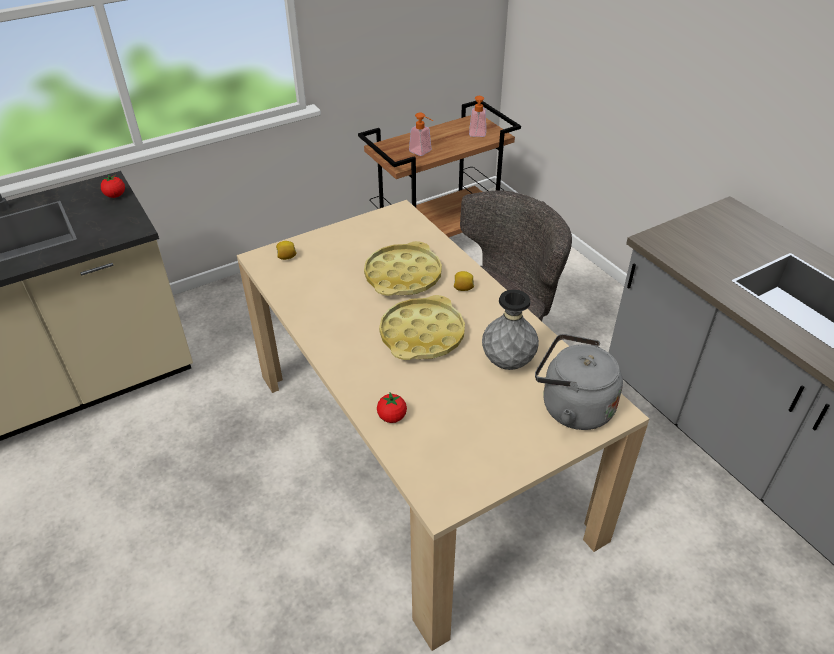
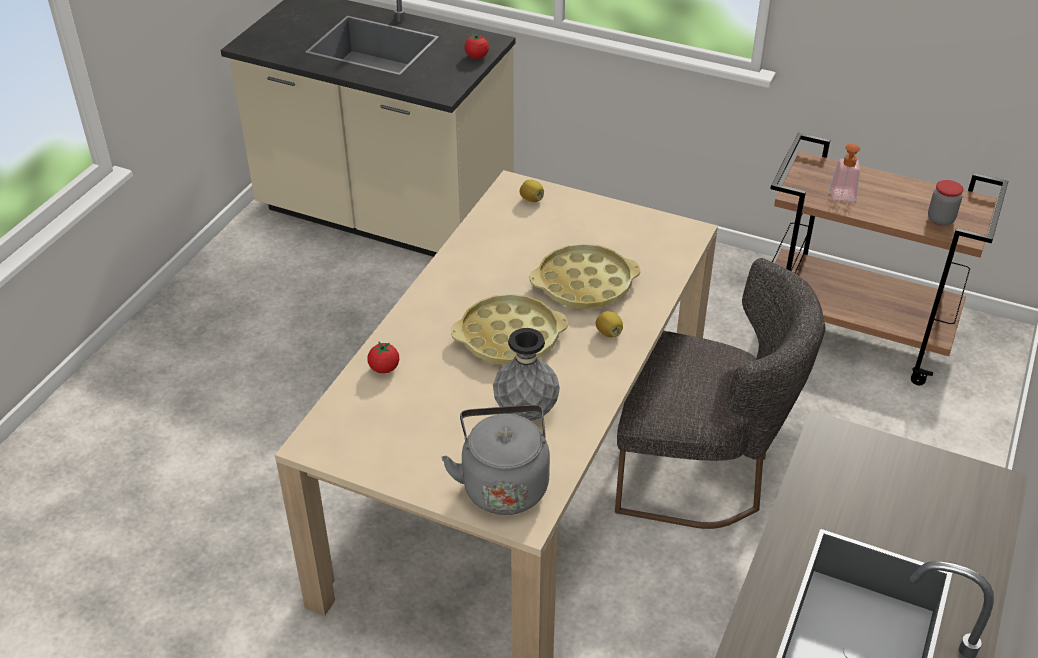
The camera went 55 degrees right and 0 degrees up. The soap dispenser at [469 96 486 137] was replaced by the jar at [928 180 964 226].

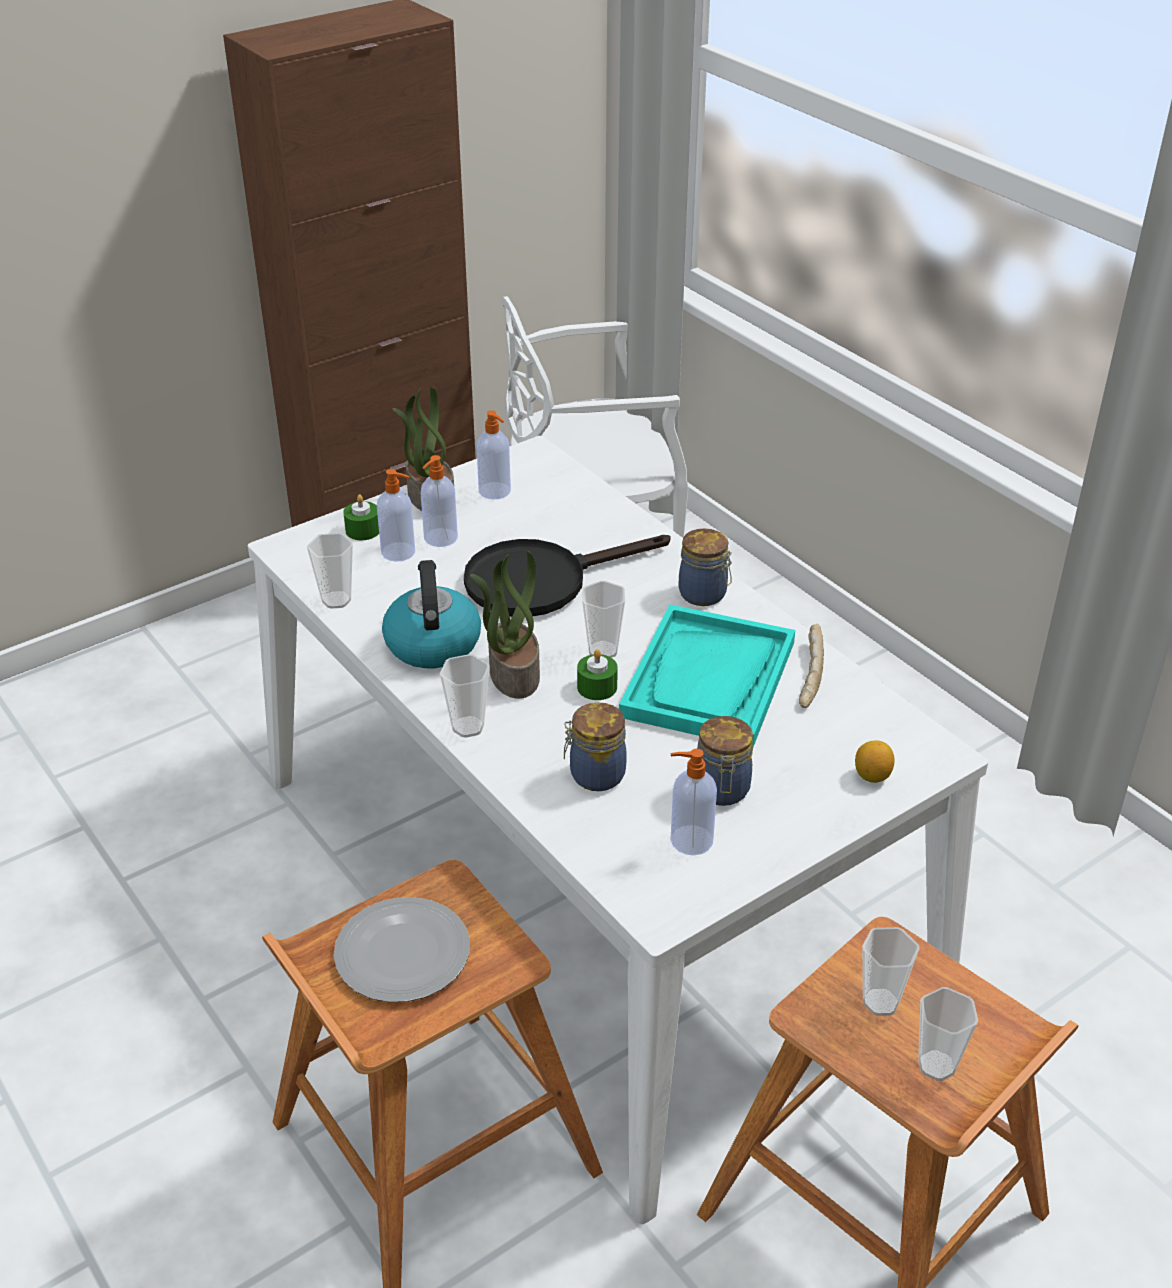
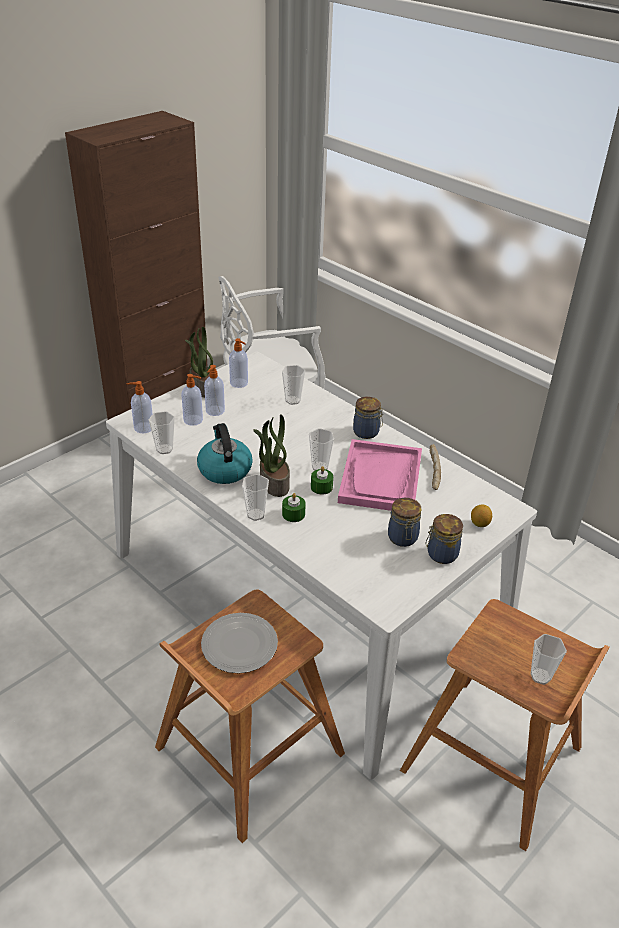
The camera went 10 degrees left and 0 degrees up. The green candle moved from [343 495 379 540] to [282 493 306 522]. The black frying pan at [464 535 670 617] disappeared. The turquoise tray at [619 604 795 747] became the pink tray at [338 439 422 511]. The jar moved from [564 702 627 791] to [426 514 463 564]. The soap dispenser moved from [670 749 717 855] to [126 381 152 433]. The cup moved from [862 927 920 1016] to [282 365 305 405].

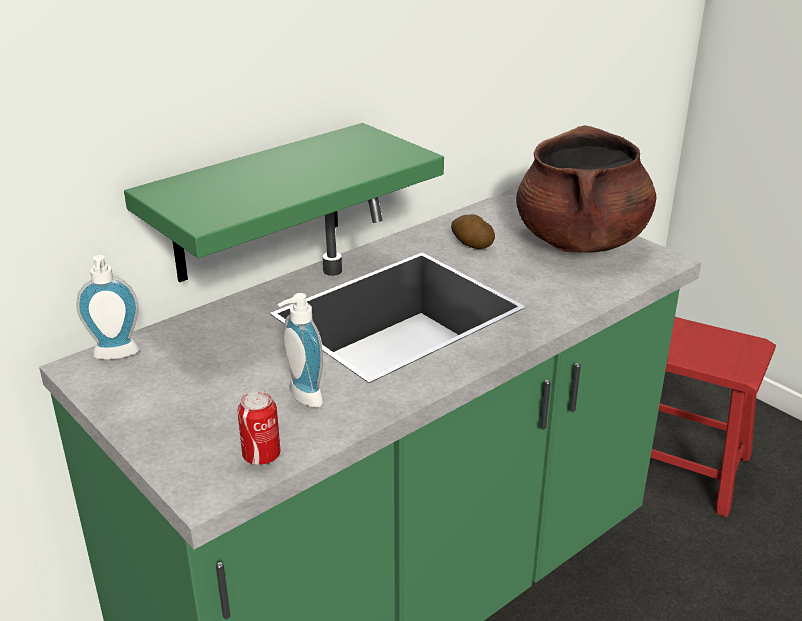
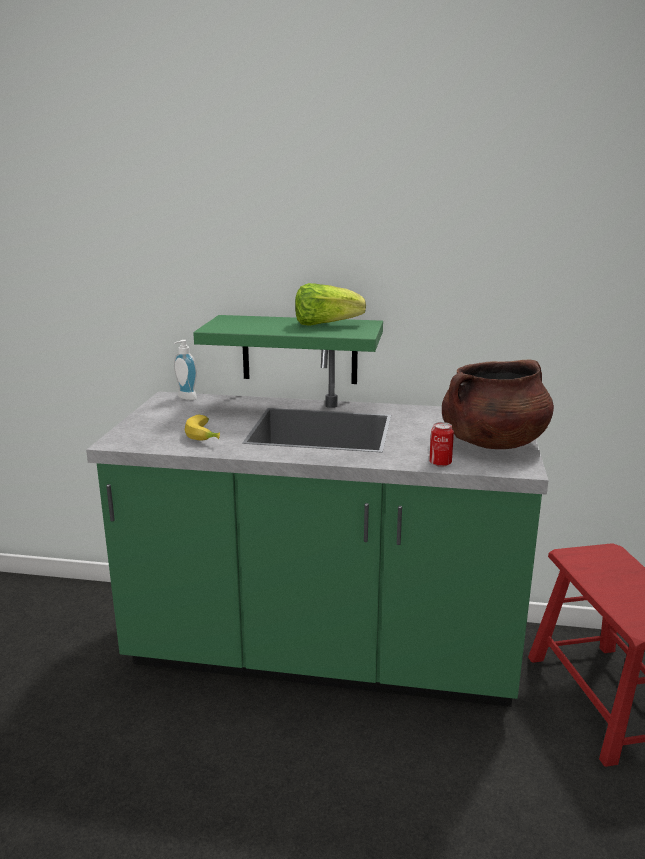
The camera went 50 degrees right and 10 degrees down. The potato at [451 214 495 249] disappeared. The soap dispenser at [278 293 323 407] was replaced by the banana at [185 415 220 440]. The can moved from [238 390 280 465] to [429 422 454 467]. The lettuce at [295 283 366 326] appeared.

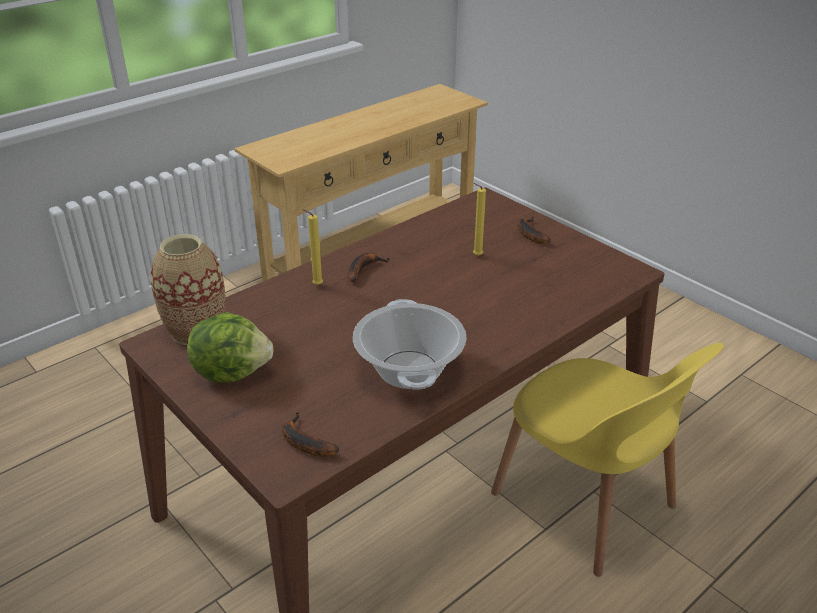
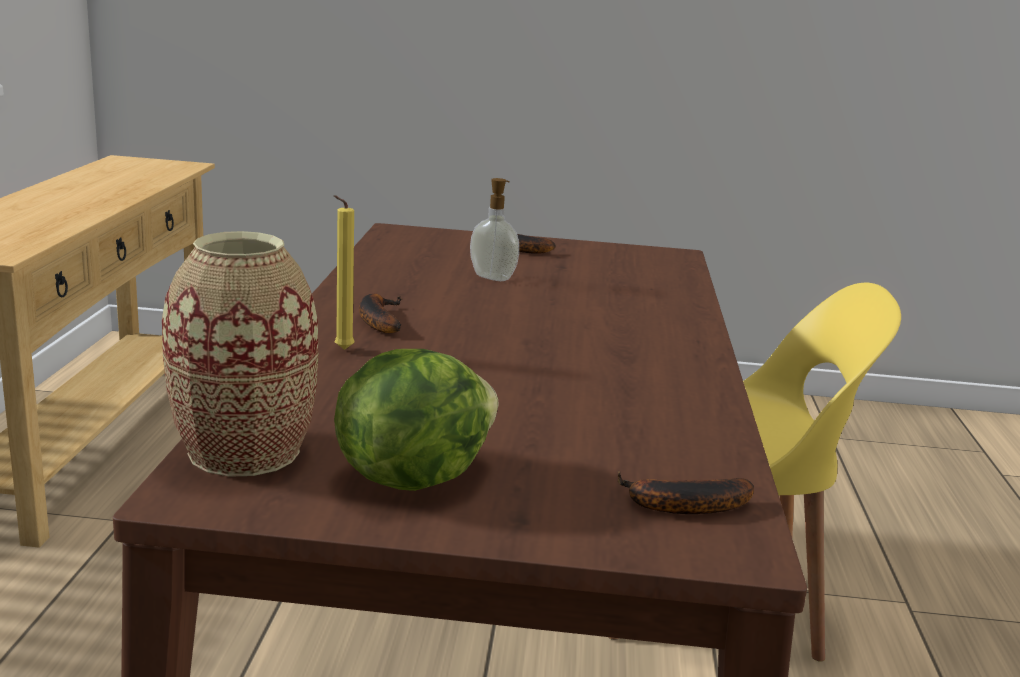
The camera went 45 degrees left and 15 degrees down. The yellow candle at [473 183 486 256] was replaced by the soap dispenser at [470 178 519 281]. The cooking pot at [353 299 467 390] disappeared.

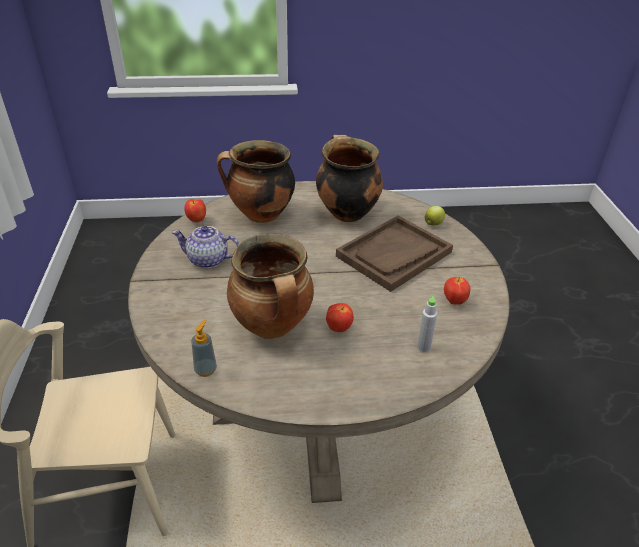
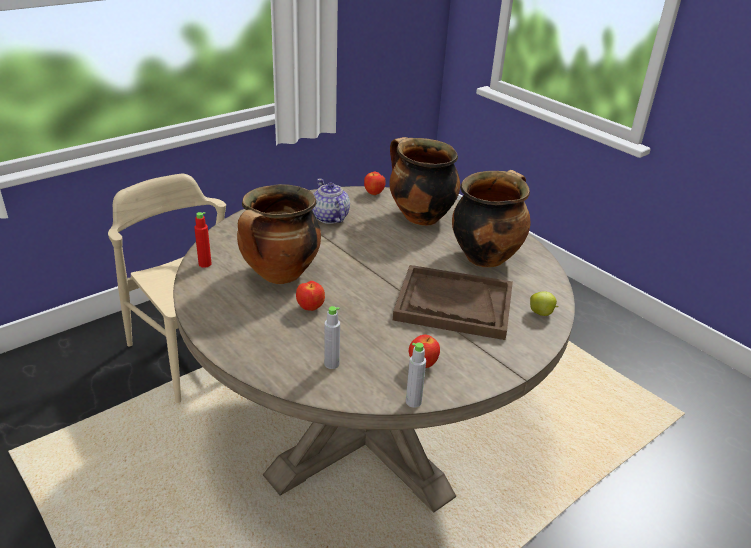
The camera went 55 degrees right and 5 degrees down. The soap dispenser at [191 320 217 377] was replaced by the red bottle at [194 212 212 268]. The grey bottle at [406 343 426 408] appeared.

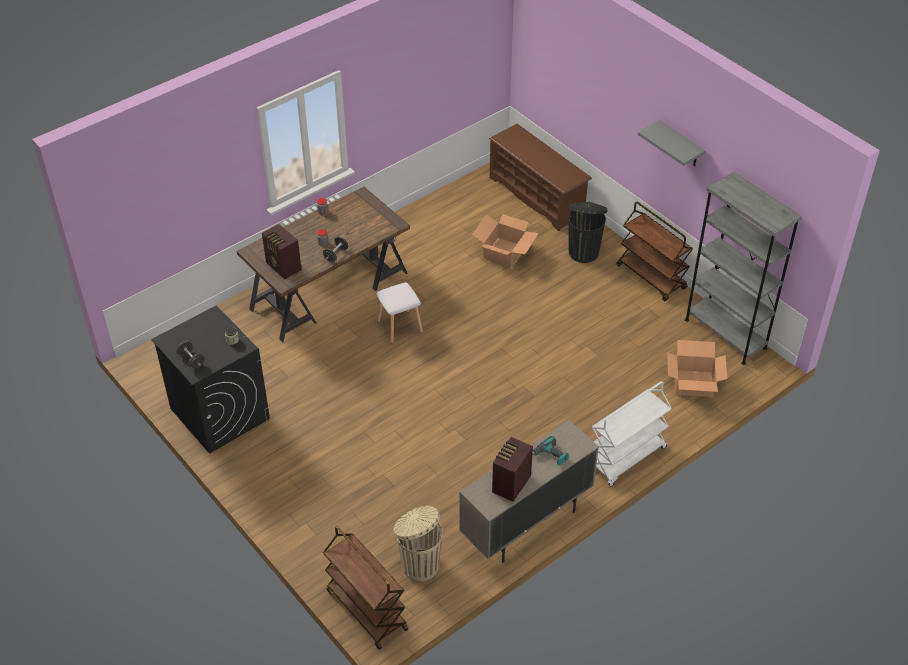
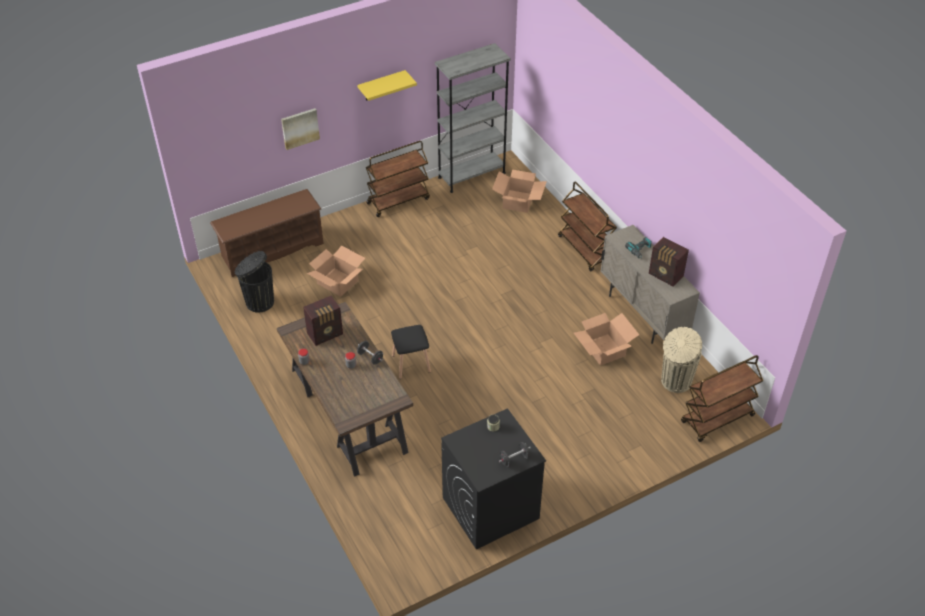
The camera went 80 degrees left and 0 degrees up. The grey shelf at [638 120 705 166] became the yellow shelf at [357 70 417 101]. The black trash can moved from [568 202 608 263] to [235 251 274 313]. The radio moved from [262 224 302 279] to [303 296 343 346]. The white stool at [377 283 423 344] became the black stool at [391 325 431 379]. The white cart at [592 381 672 487] became the brown cart at [558 181 617 271]. The picture at [281 108 320 150] appeared. The cardboard box at [574 313 639 366] appeared.

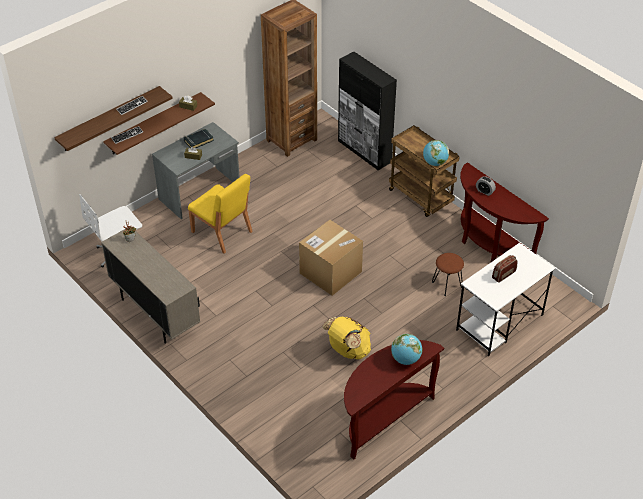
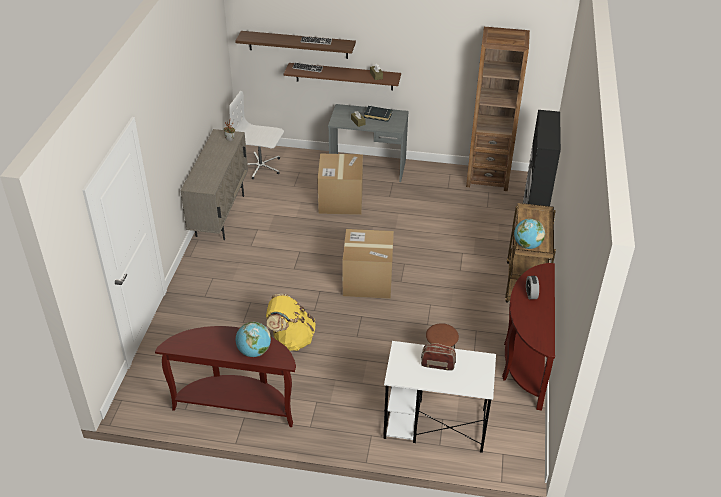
The camera went 50 degrees right and 5 degrees down. The yellow chair at [188 174 253 254] was replaced by the cardboard box at [318 154 363 215].

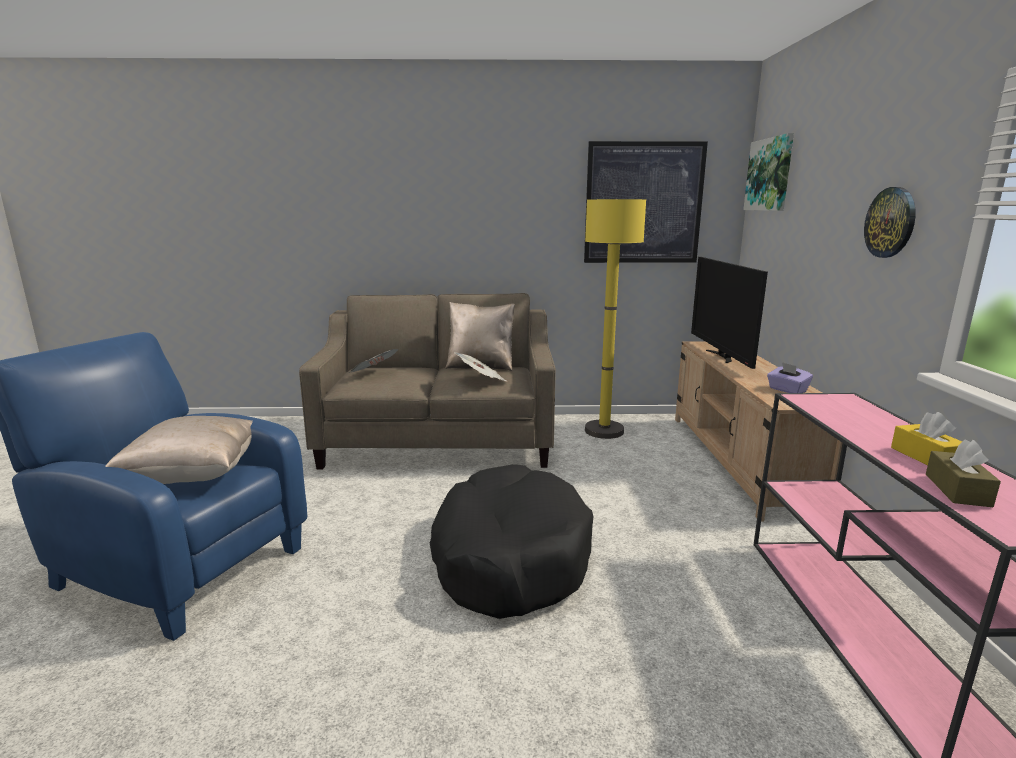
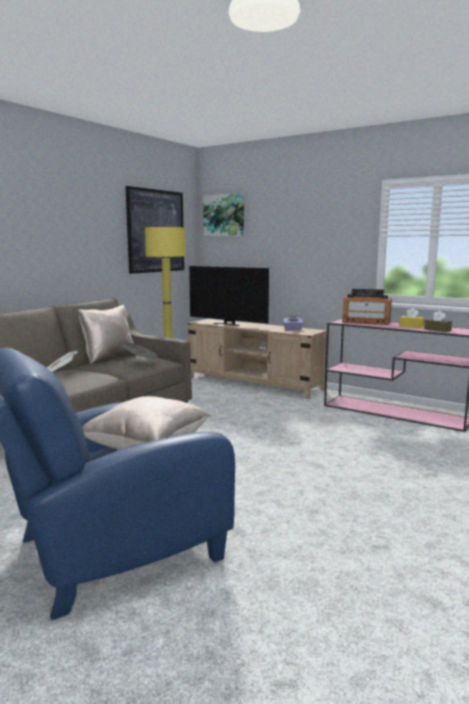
The camera went 55 degrees left and 5 degrees down. The wall clock at [864 187 916 258] disappeared. The black dog bed at [430 464 594 619] disappeared. The radio at [342 289 392 325] appeared.

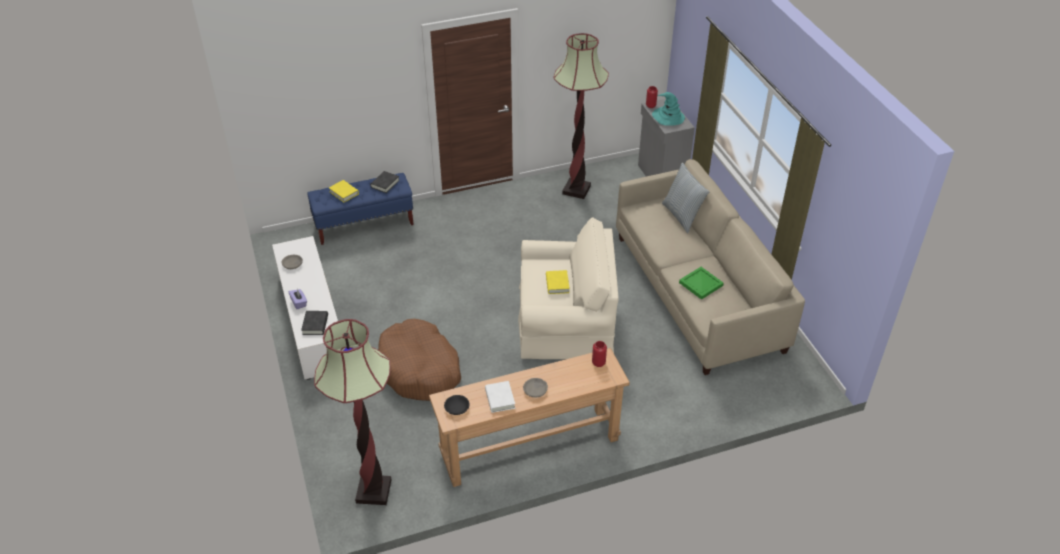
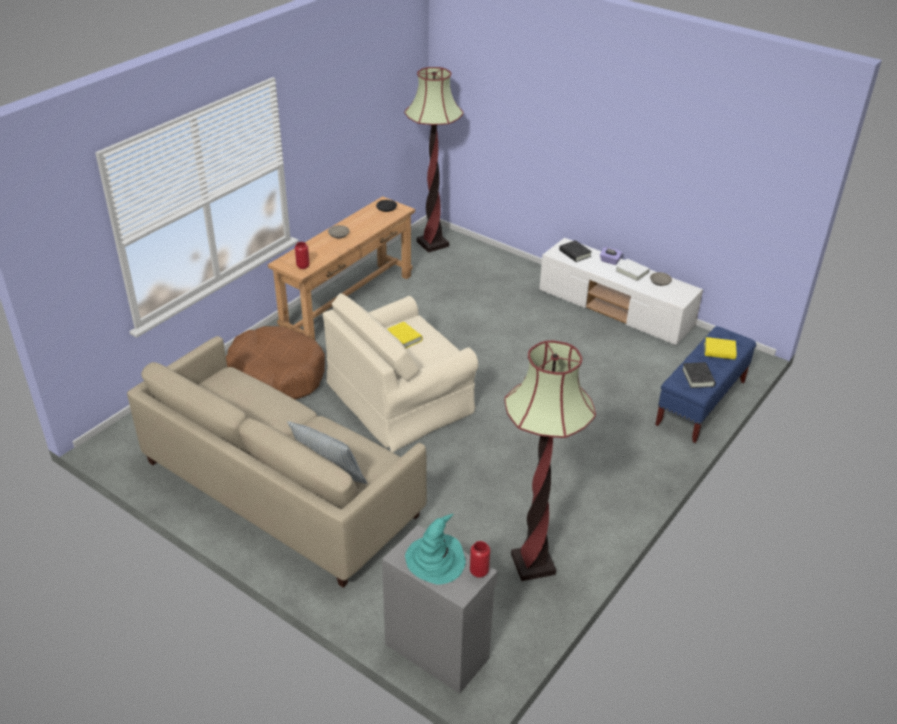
The camera went 145 degrees right and 5 degrees down. The green tray at [679 267 724 300] disappeared. The brown dog bed moved from [378 319 461 401] to [226 326 325 399]. The white book moved from [485 381 515 413] to [615 259 650 282].

